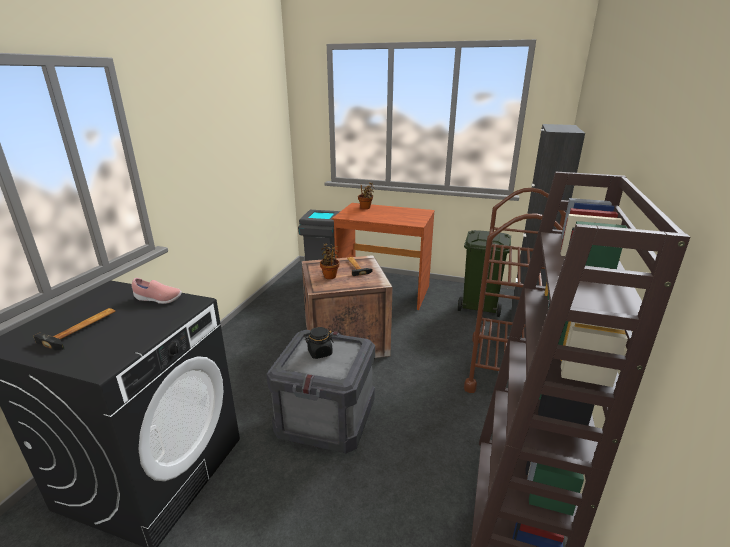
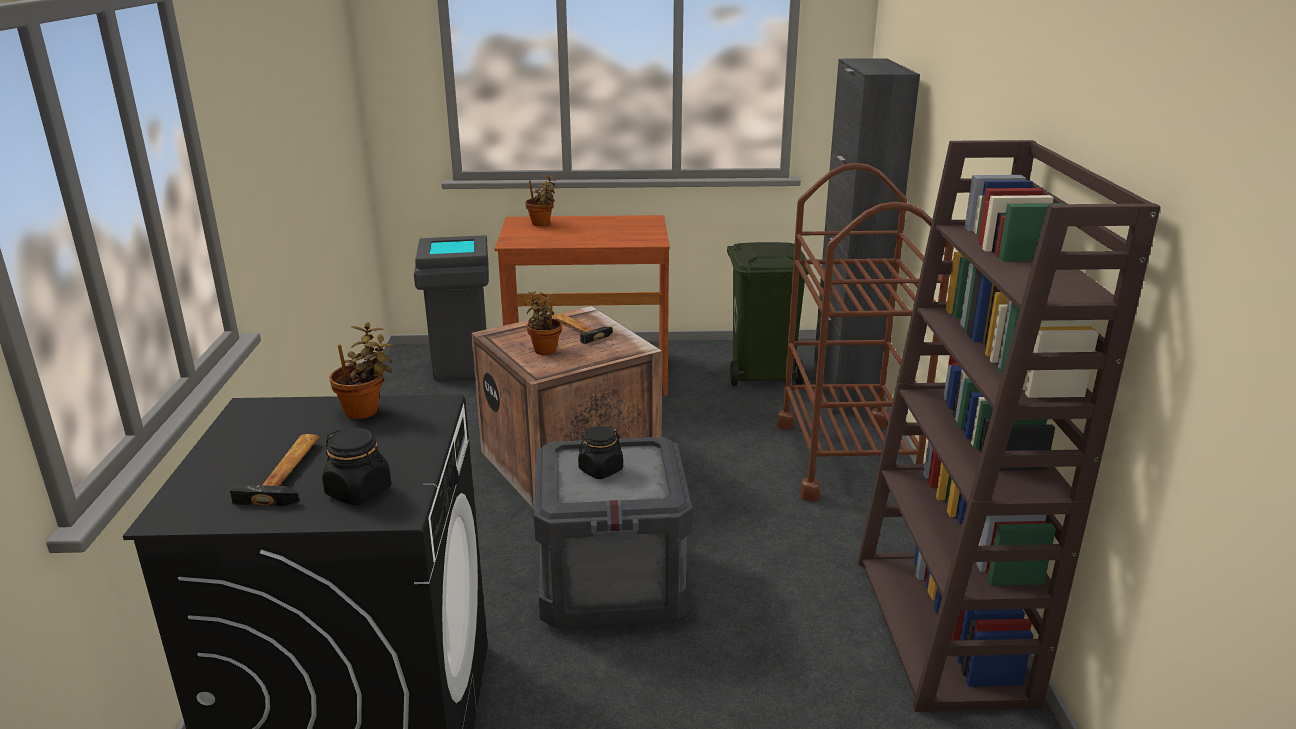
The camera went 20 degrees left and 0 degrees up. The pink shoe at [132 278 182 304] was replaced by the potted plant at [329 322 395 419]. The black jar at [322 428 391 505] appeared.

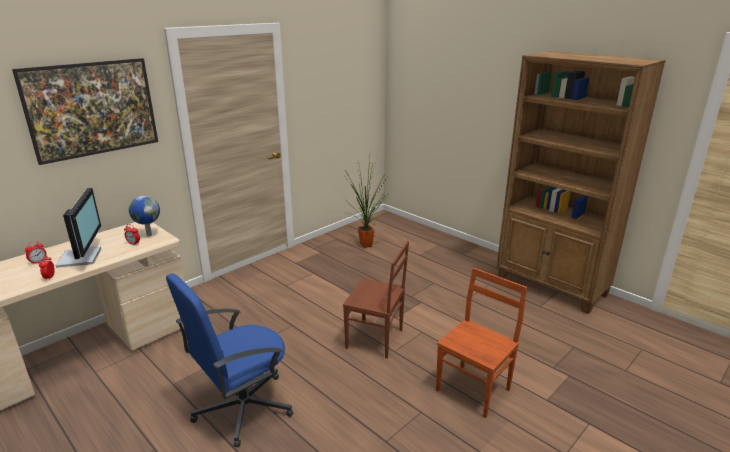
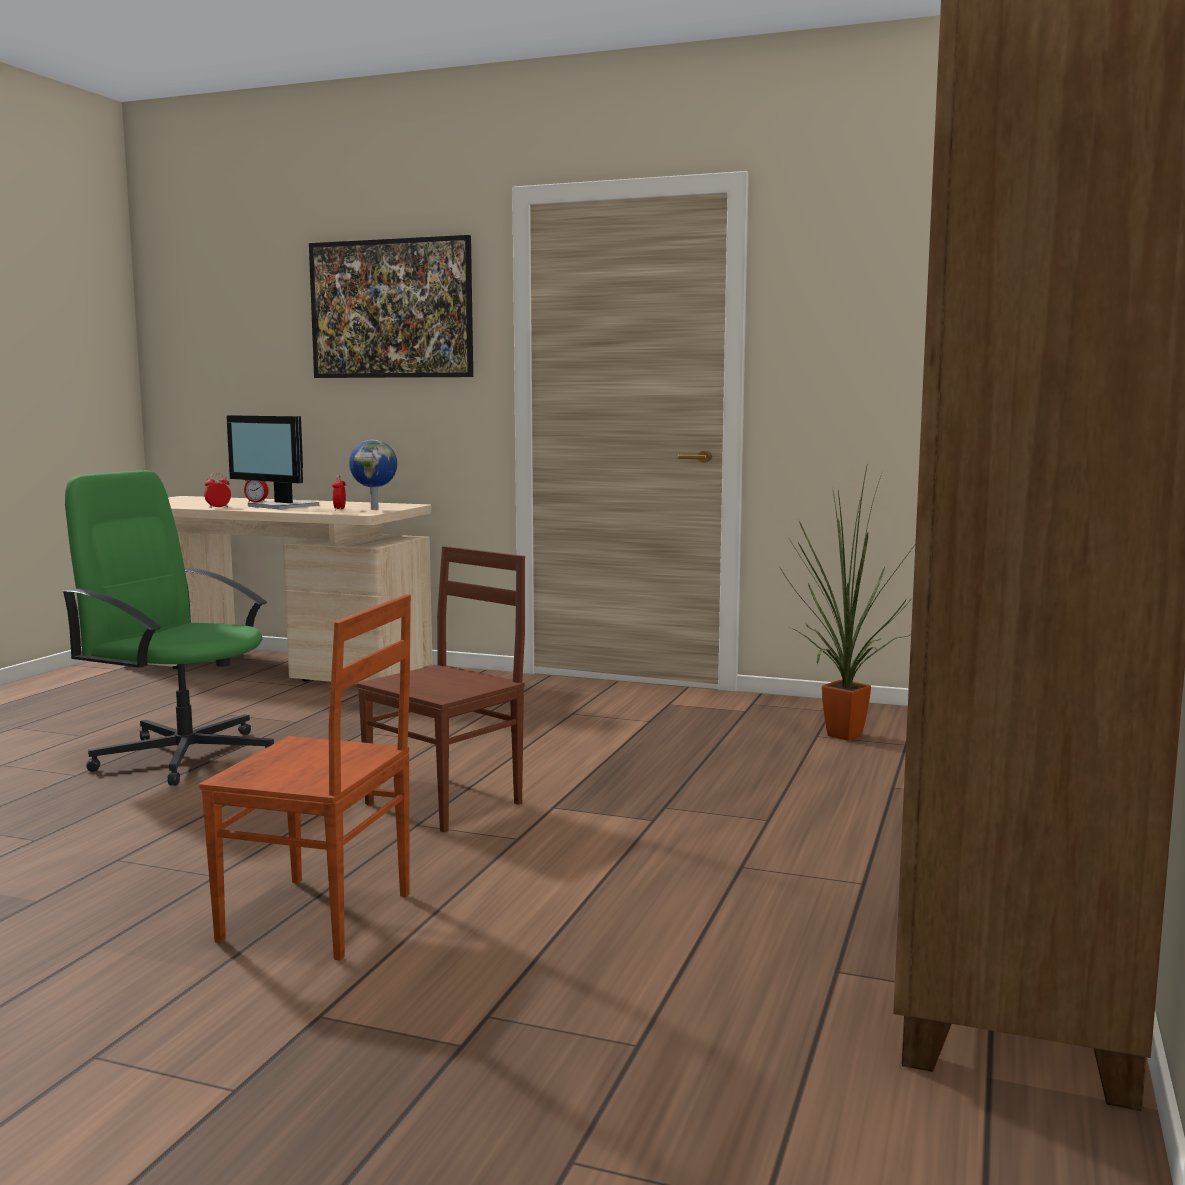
The camera went 65 degrees right and 15 degrees down. The monitor at [56 188 101 268] turned 75 degrees clockwise. The brown chair at [343 241 409 358] turned 135 degrees counterclockwise. The blue office chair at [166 273 293 448] became the green office chair at [62 470 274 786].

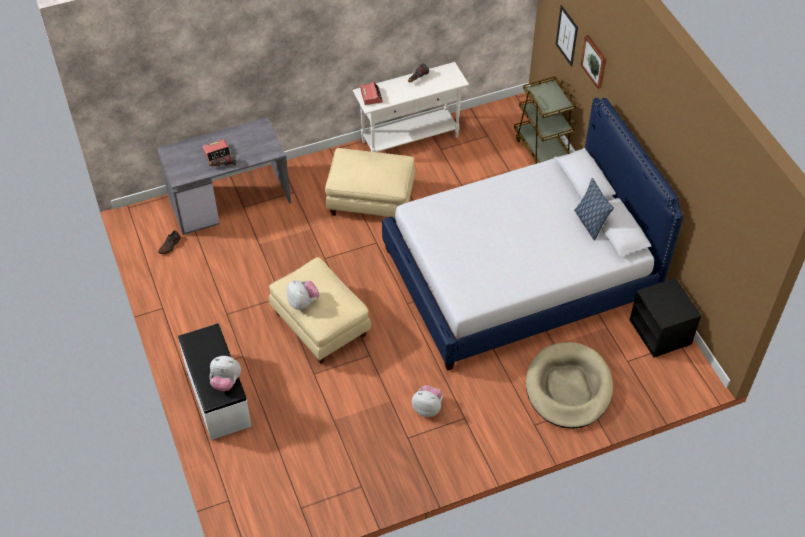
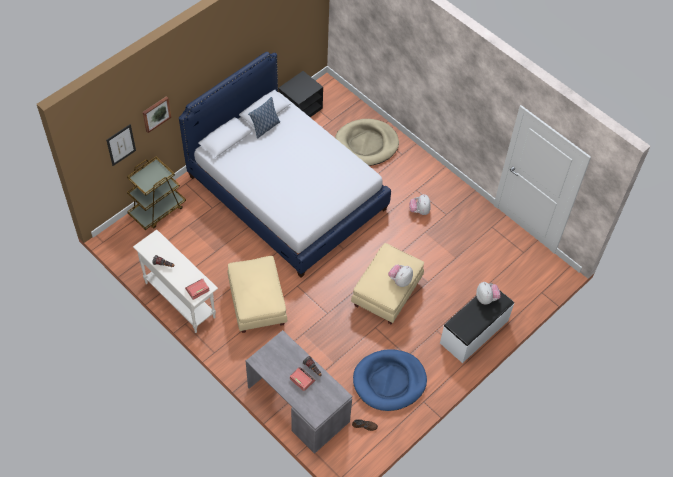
The camera went 115 degrees left and 5 degrees up. The blue dog bed at [353 349 427 411] appeared.

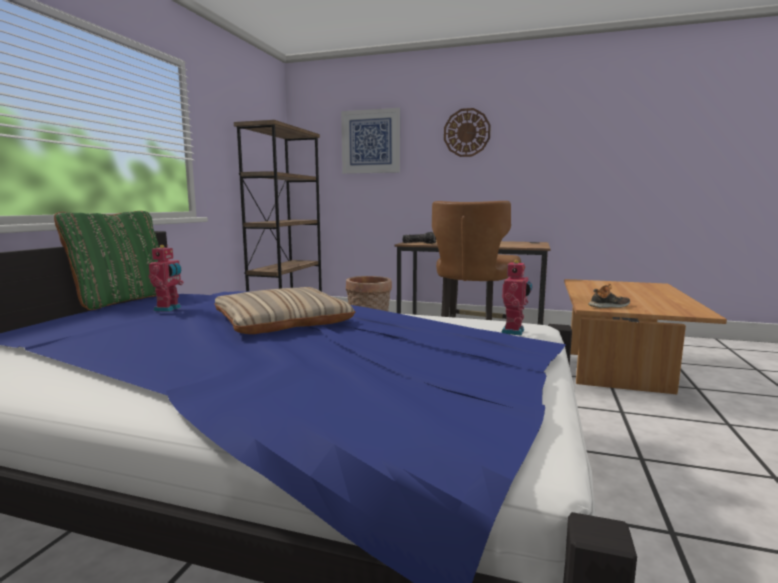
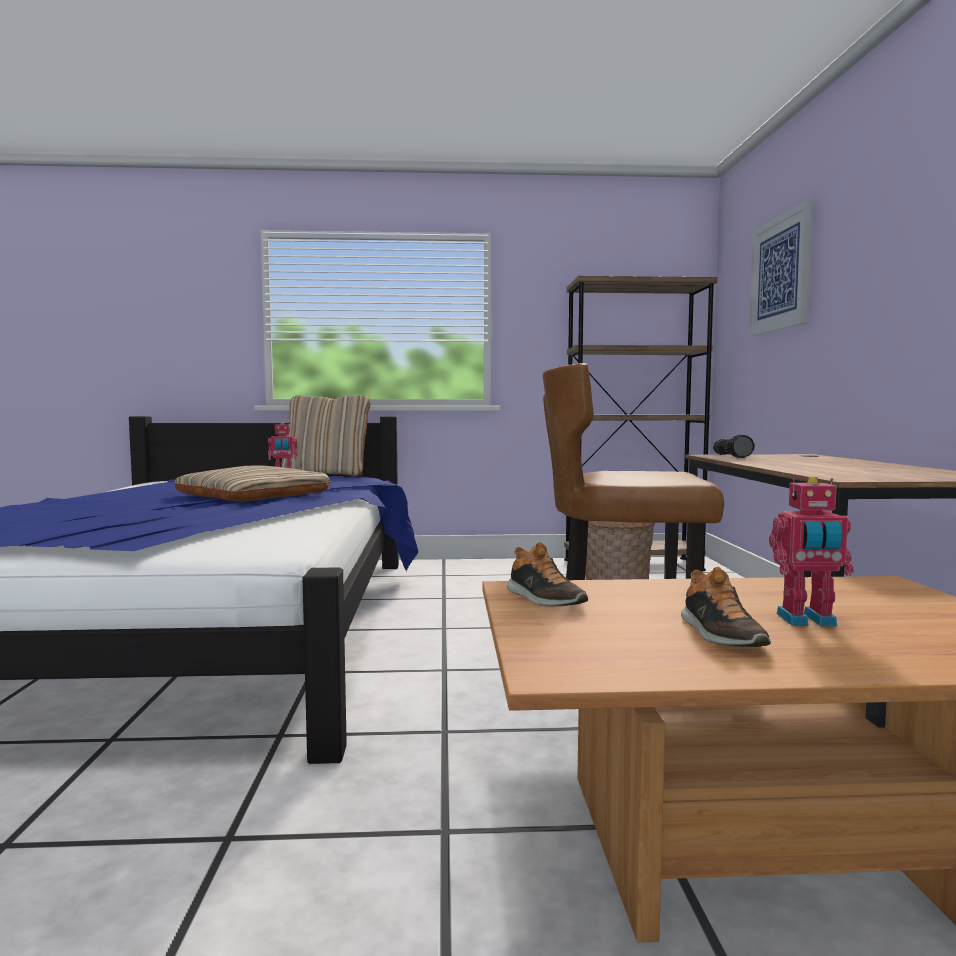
The camera went 70 degrees right and 5 degrees down. The wall clock at [444 108 491 157] disappeared. The green pillow at [54 211 159 310] became the beige pillow at [282 395 371 476]. The toy robot moved from [501 260 532 336] to [769 476 854 626]. The shoe at [681 567 771 647] appeared.

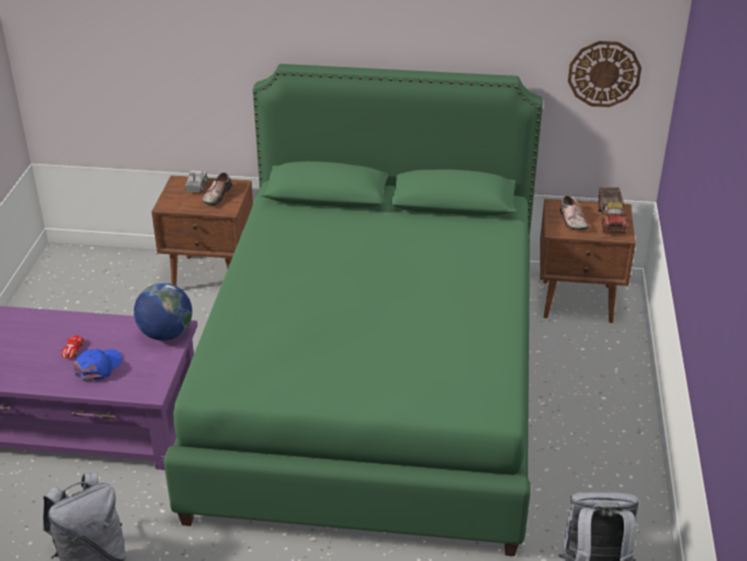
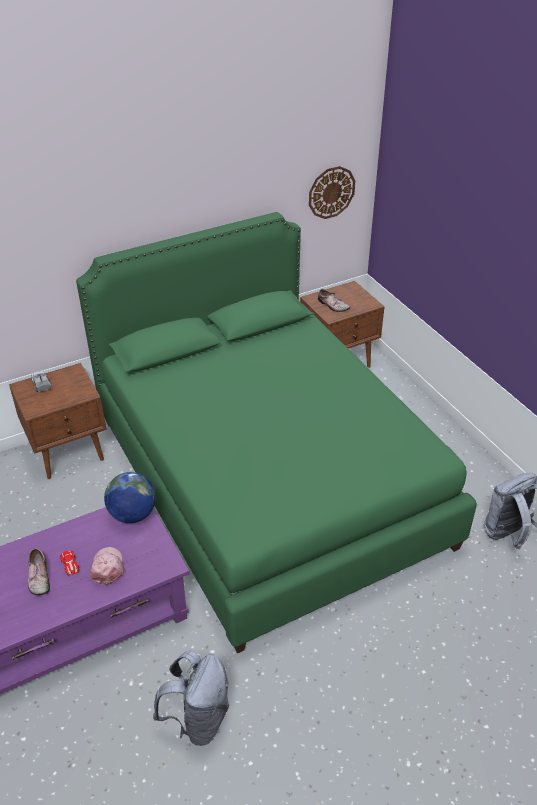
The camera went 35 degrees left and 5 degrees up. The shoe moved from [202 172 232 205] to [28 548 50 595]. The toy truck at [598 187 627 233] disappeared. The blue cap at [73 349 122 382] became the pink cap at [90 547 125 585].

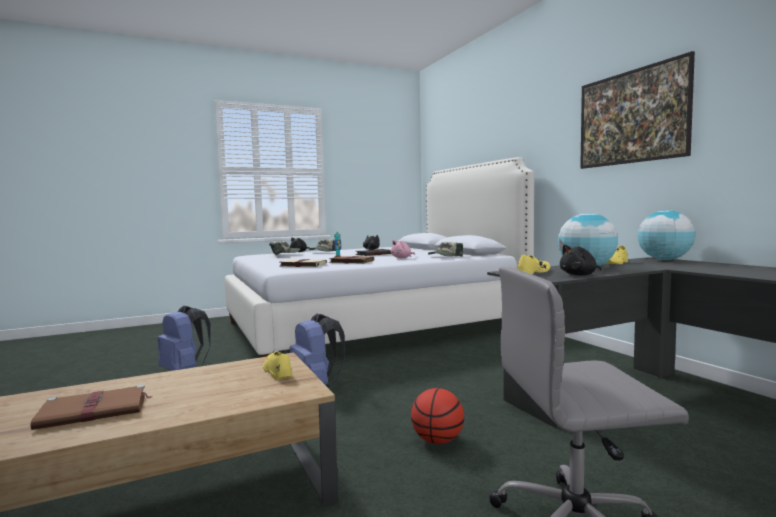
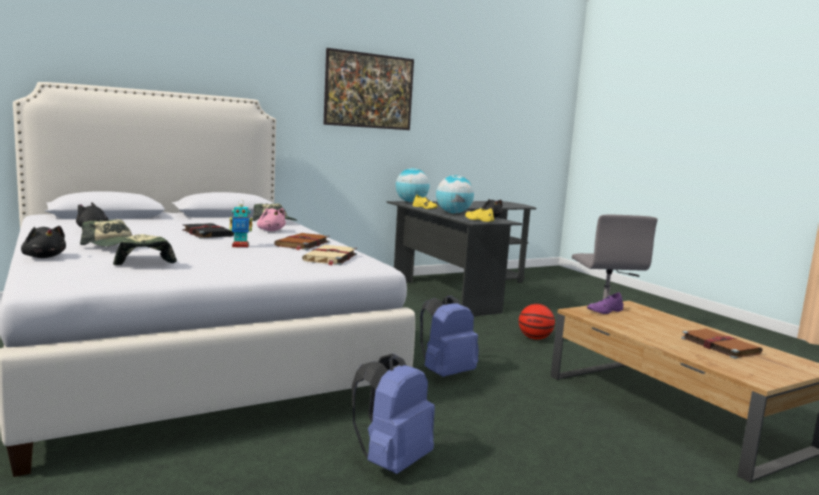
The camera went 95 degrees left and 5 degrees up. The yellow shoe at [263 351 292 380] became the purple shoe at [587 293 624 314].

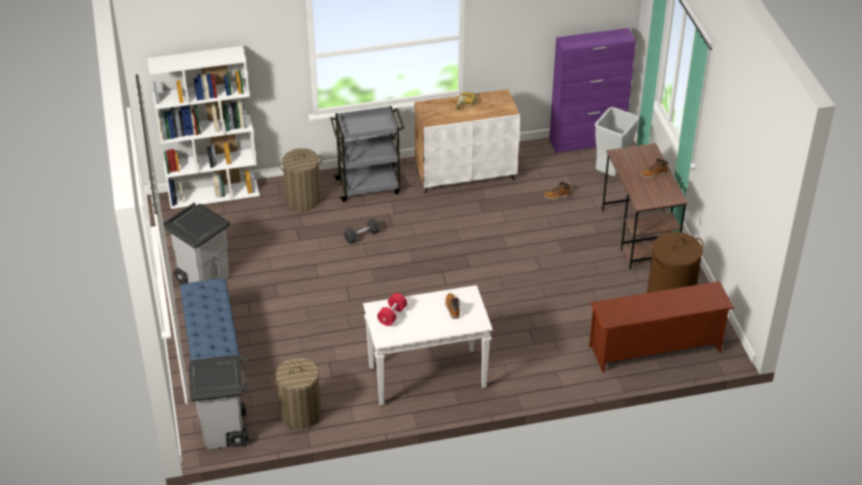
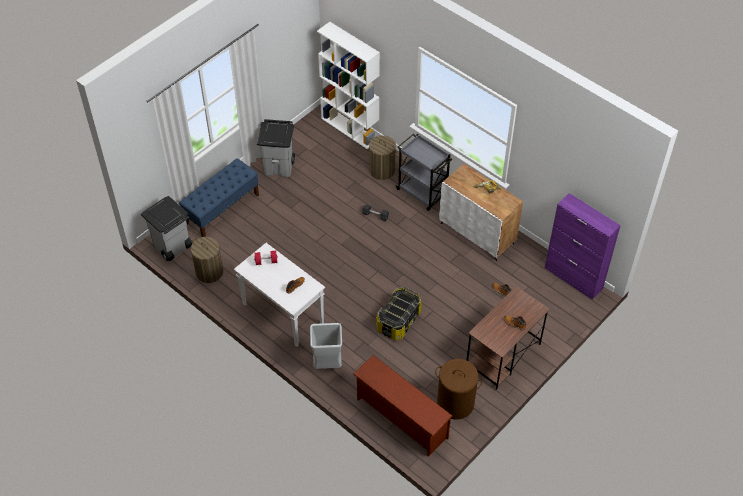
The camera went 55 degrees right and 10 degrees up. The grey trash can moved from [595 107 639 176] to [310 323 342 369]. The storage box at [376 287 422 340] appeared.

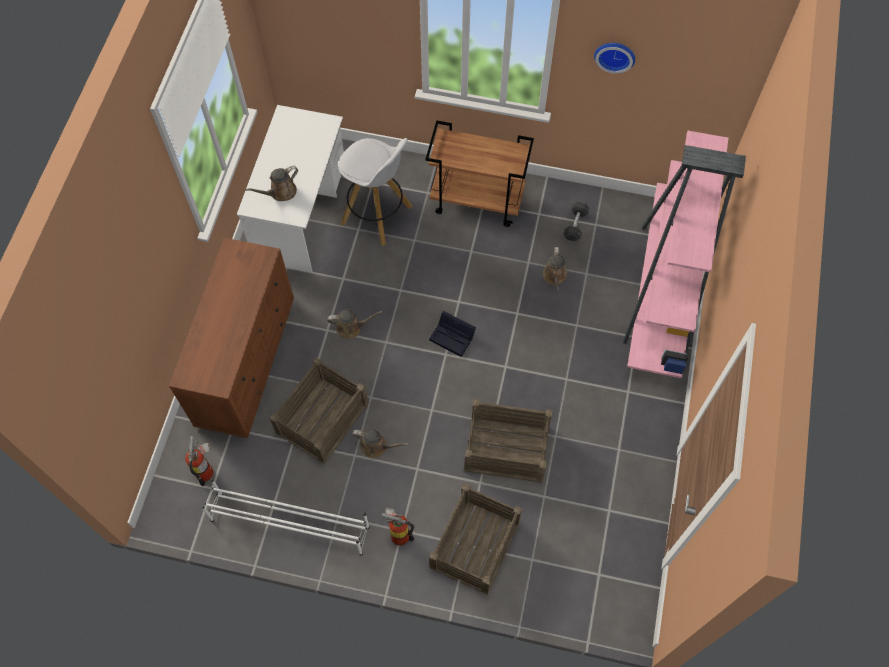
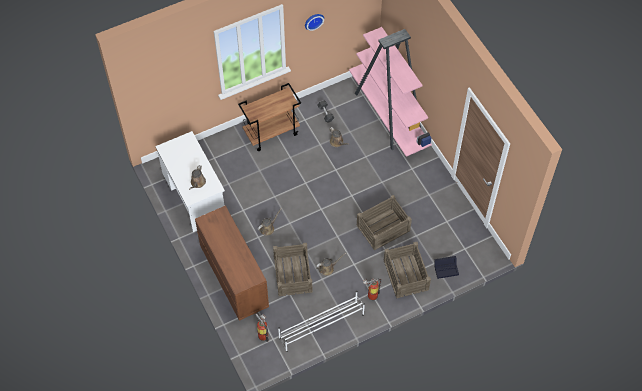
The camera went 40 degrees left and 5 degrees down. The white stool at [338 138 412 246] disappeared. The black storage box moved from [429 311 476 357] to [434 256 459 279].

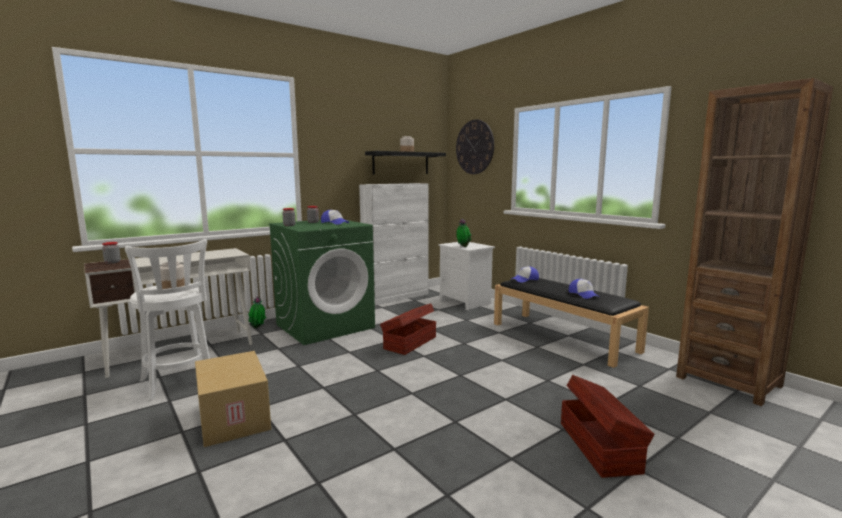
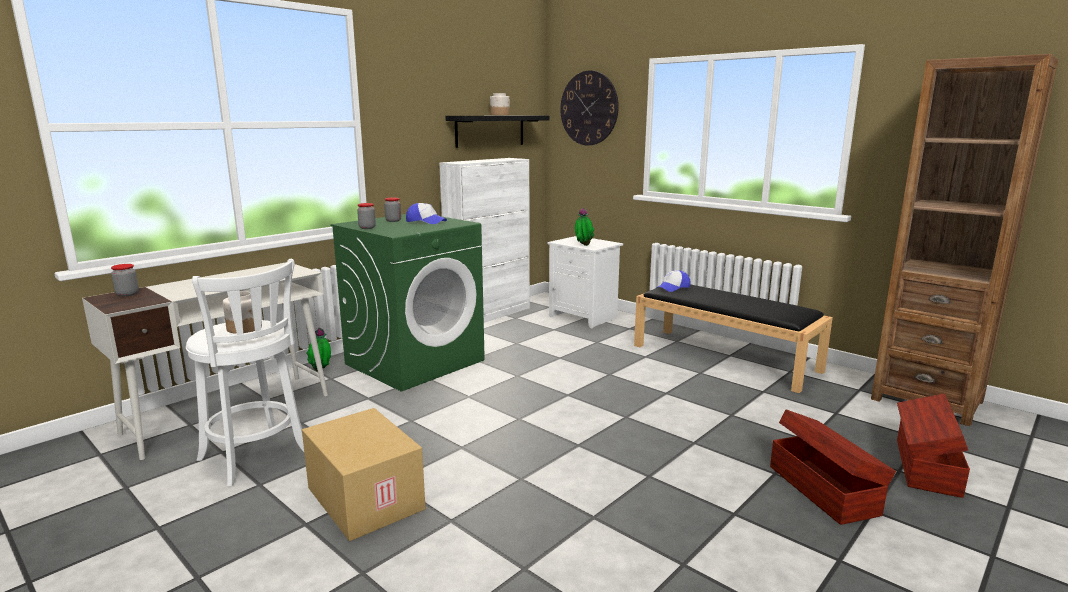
The camera went 10 degrees left and 5 degrees up. The cap at [569 279 599 299] disappeared. The brown storage box moved from [380 303 436 355] to [897 394 970 498].

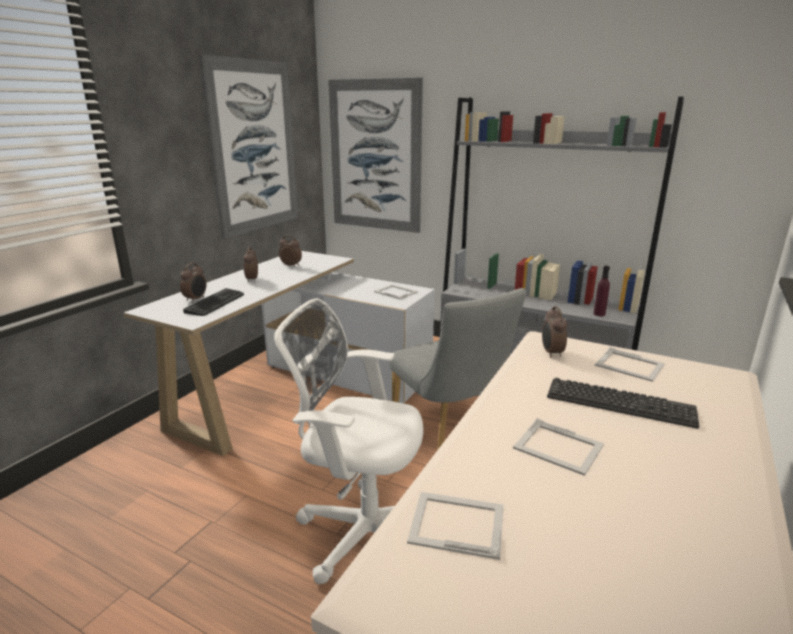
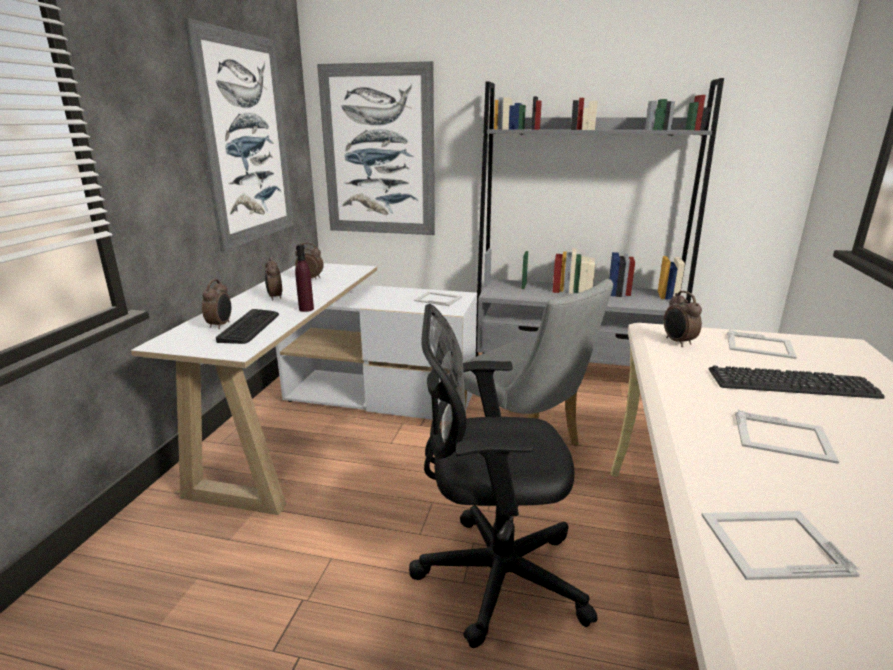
The camera went 15 degrees left and 0 degrees up. The purple bottle moved from [594 266 610 316] to [295 244 314 312]. The white office chair at [274 298 424 584] became the black office chair at [409 304 598 648].

